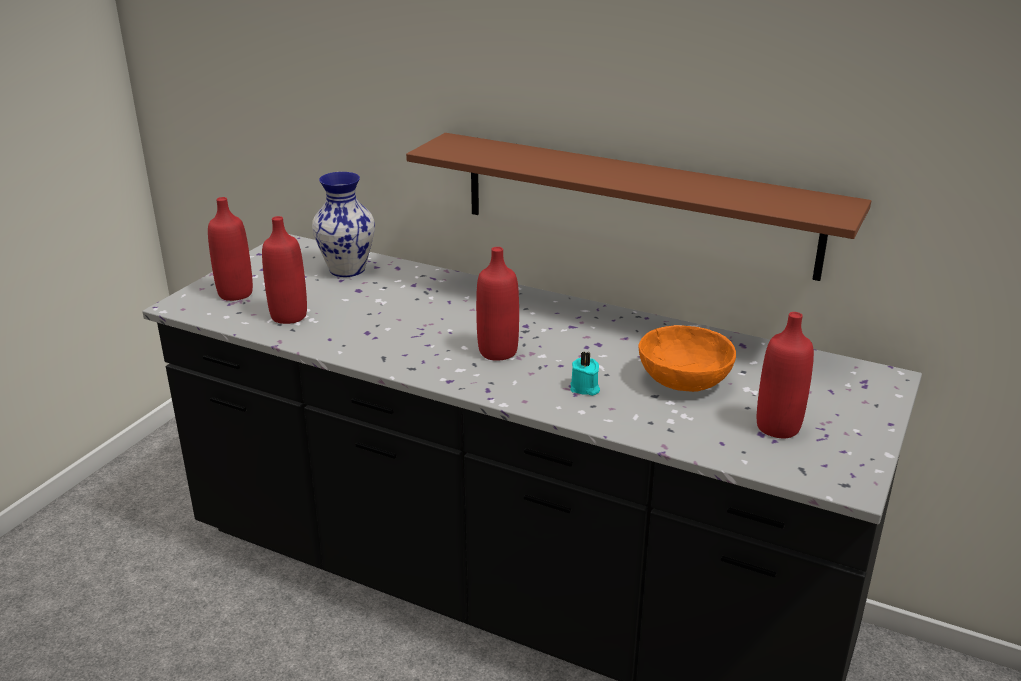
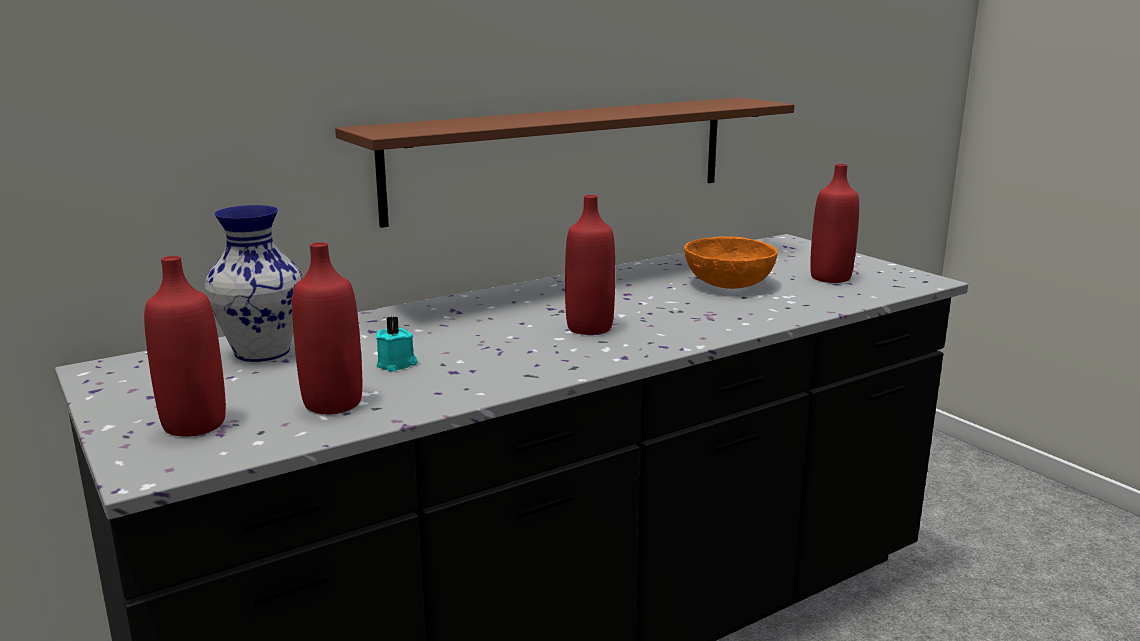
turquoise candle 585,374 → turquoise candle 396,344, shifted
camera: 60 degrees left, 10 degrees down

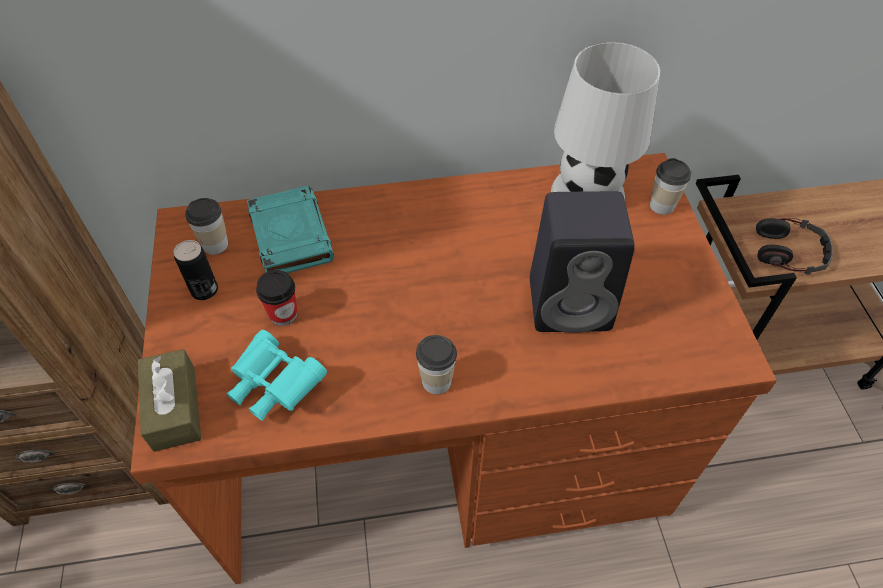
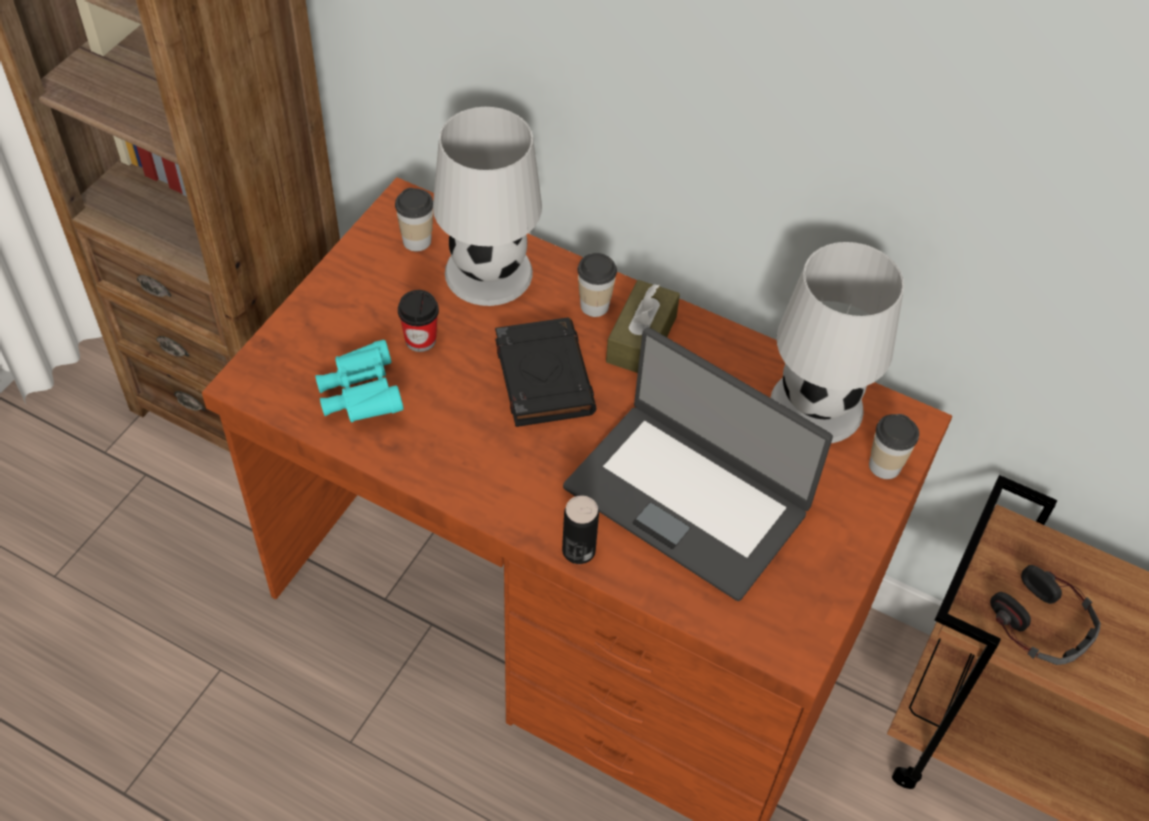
- → black book 546,372
brown tissue box 169,400 → brown tissue box 643,326, shifted
can 196,270 → can 580,530, shifted
cup 436,364 → cup 597,285, shifted
turquoise book 290,229 → white table lamp 487,206
black speaker 582,262 → laptop 698,464
camera: 35 degrees right, 0 degrees up

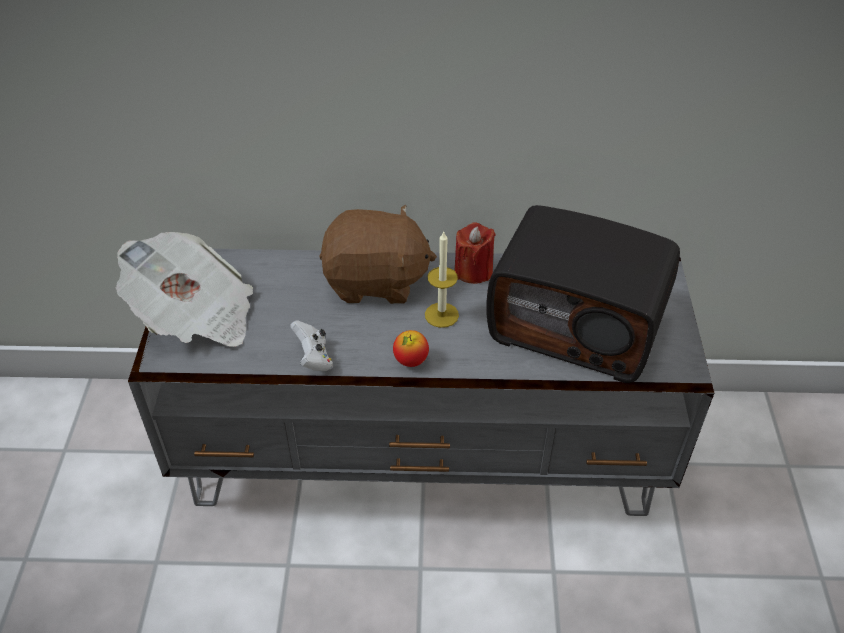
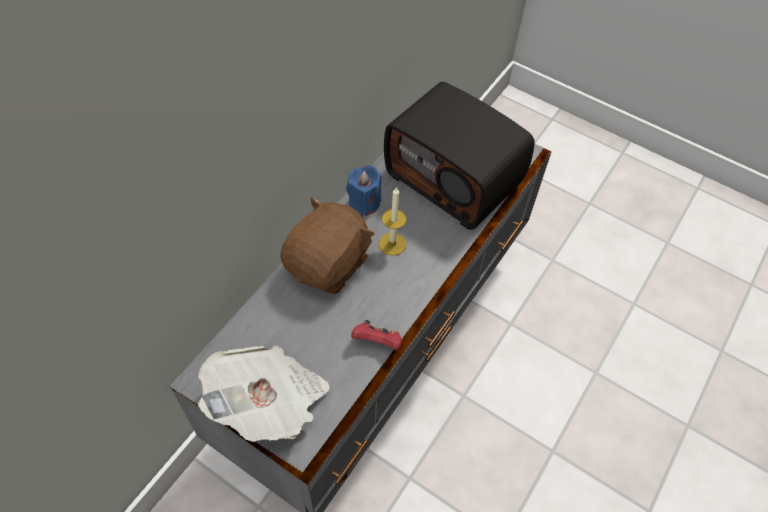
apple 411,348 → -
white game controller 311,345 → red game controller 376,335
red candle 475,253 → blue candle 363,190
radio 583,294 → radio 459,156, 75 degrees clockwise
camera: 60 degrees left, 10 degrees up

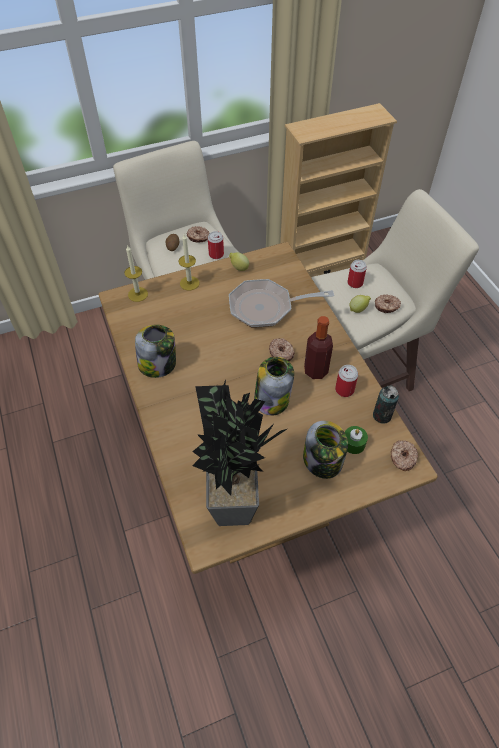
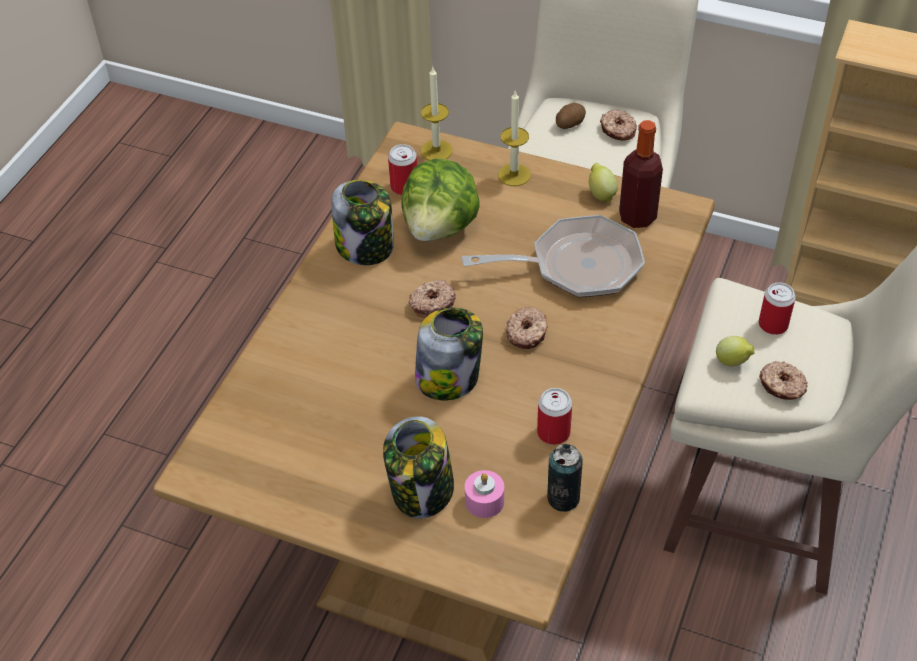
potted plant 239,453 → -
- → lettuce 441,200
can 216,245 → can 402,169, shifted
bottle 318,347 → bottle 641,174, shifted
donut 405,455 → donut 432,299, shifted
green candle 356,440 → pink candle 484,494
frying pan 281,303 → frying pan 553,256, 135 degrees clockwise
camera: 45 degrees right, 5 degrees down

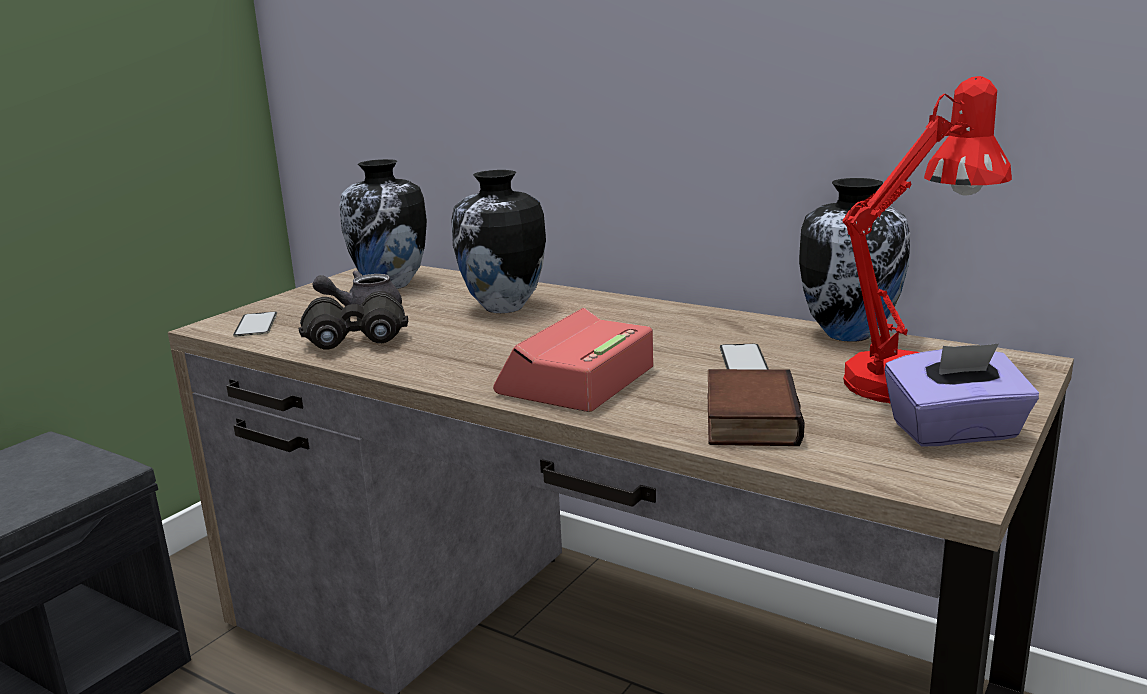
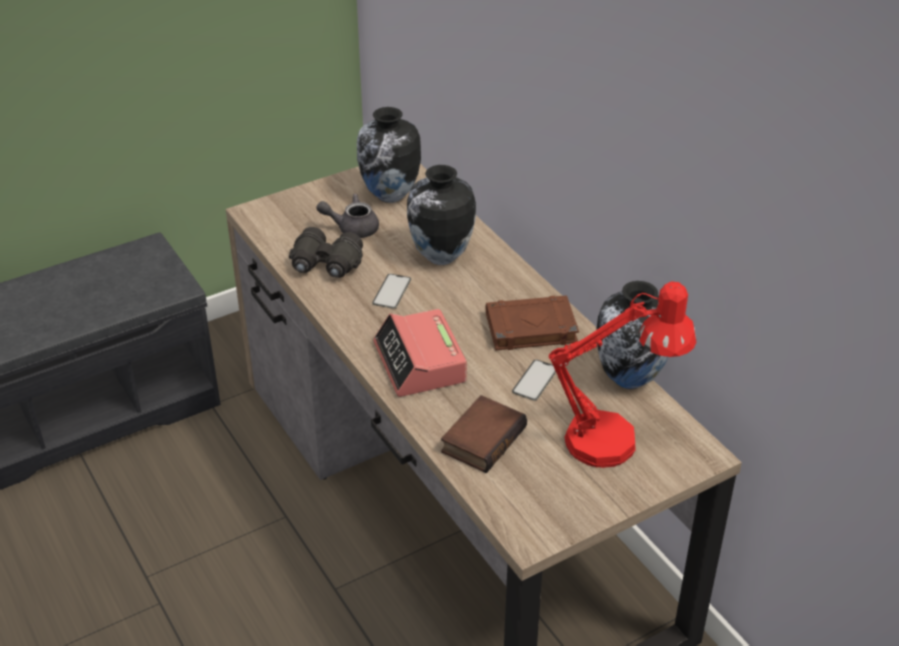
purple tissue box 961,395 → -
- → brown book 532,323
phone 255,324 → phone 391,291, shifted
alarm clock 573,360 → alarm clock 420,353, 75 degrees counterclockwise
camera: 25 degrees right, 20 degrees up

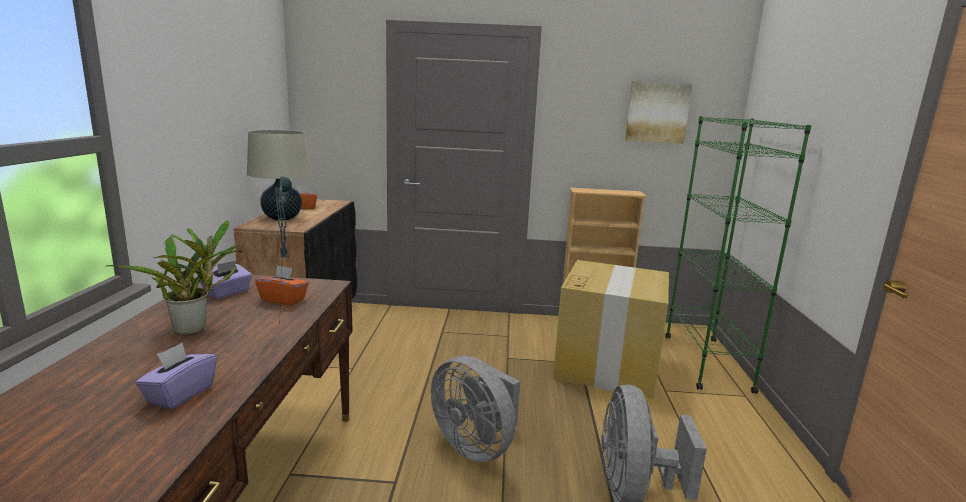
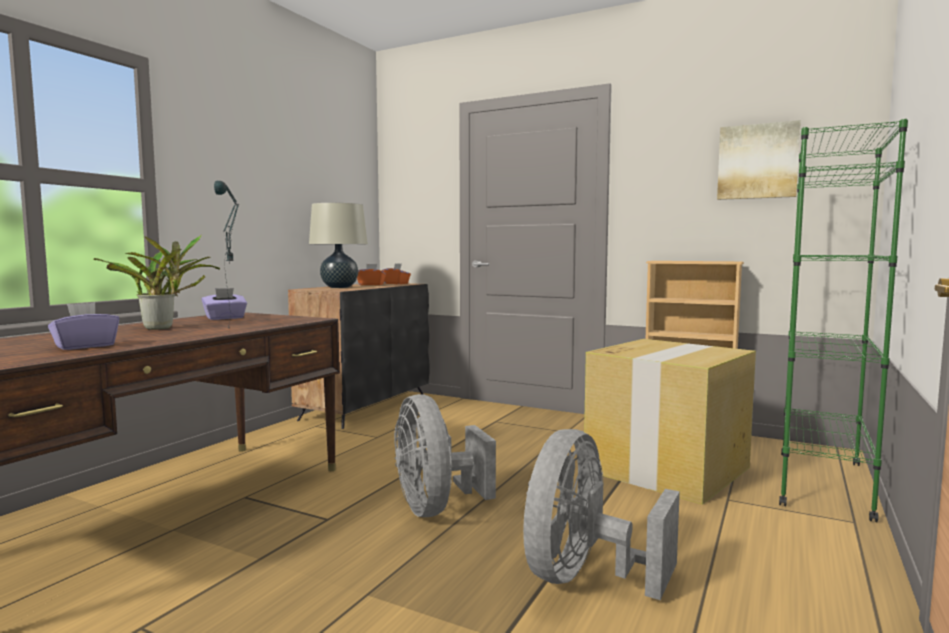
orange tissue box 282,285 → orange tissue box 396,273, shifted
camera: 25 degrees right, 10 degrees down

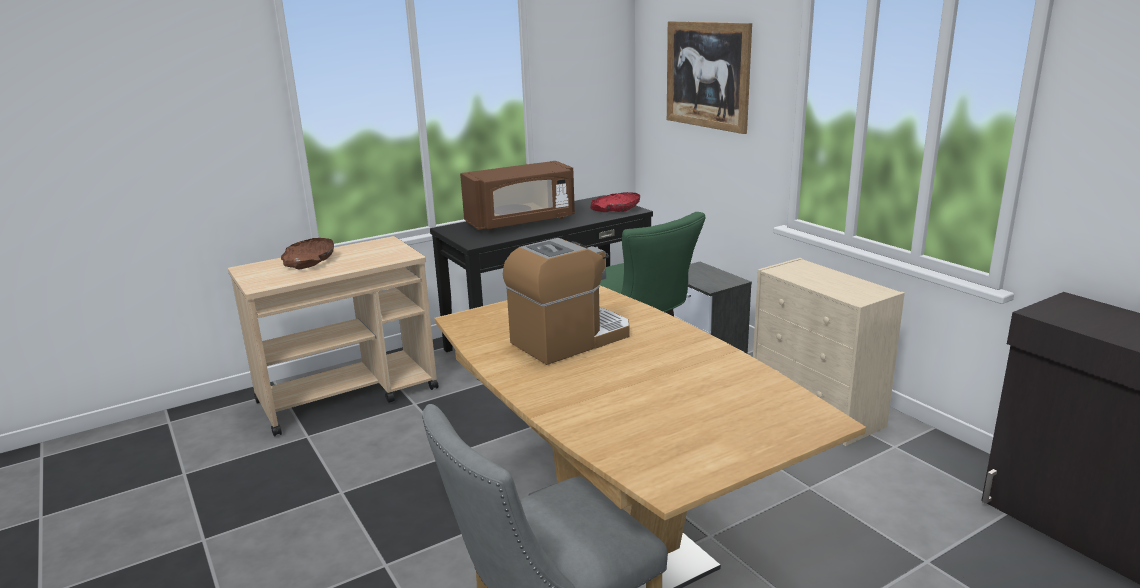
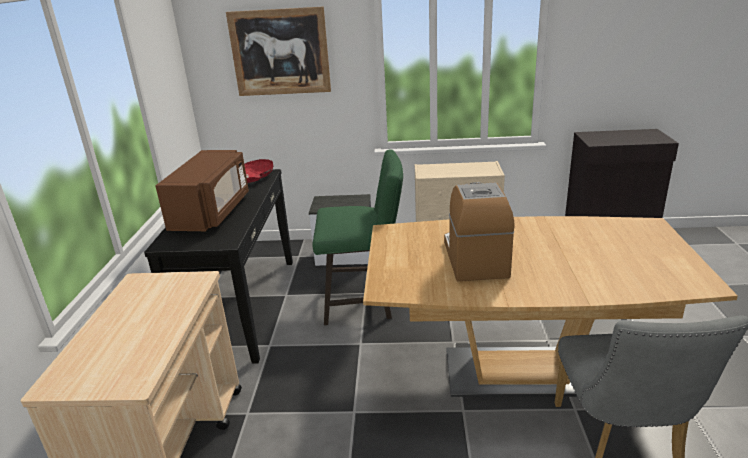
brown bowl 307,253 → -
camera: 55 degrees left, 5 degrees up

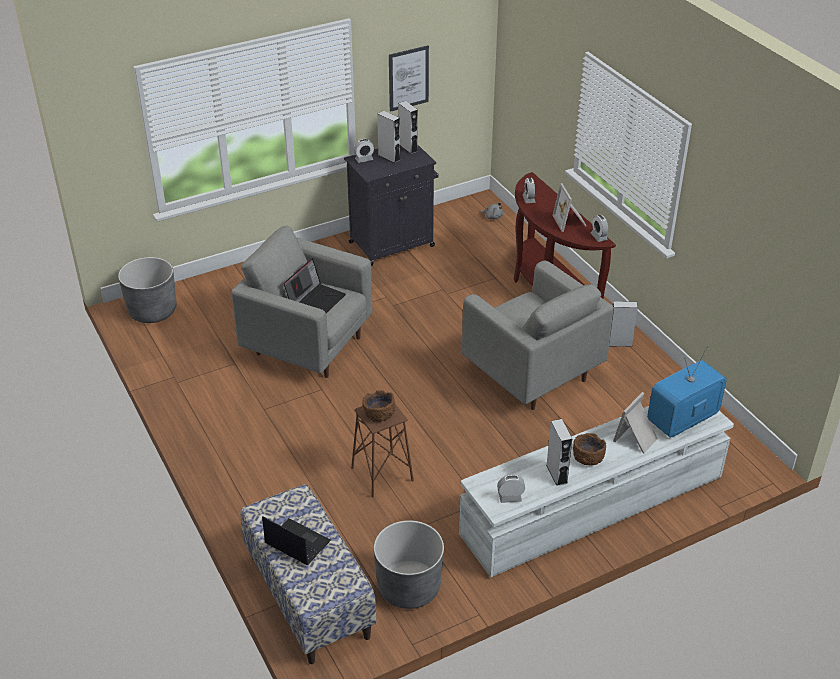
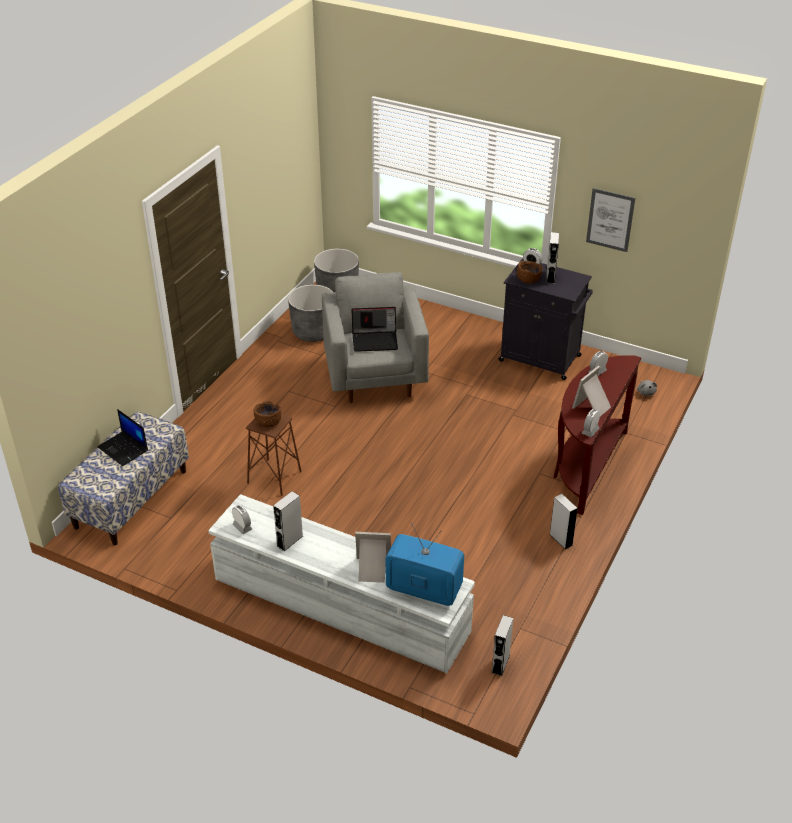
grey armchair 537,335 → -
grey planter 409,564 → grey planter 310,313, shifted
grey speaker 408,127 → grey speaker 502,645, shifted
brown bowl 589,449 → brown bowl 529,272, shifted
laptop 296,540 → laptop 122,437, 135 degrees clockwise
camera: 55 degrees right, 0 degrees up

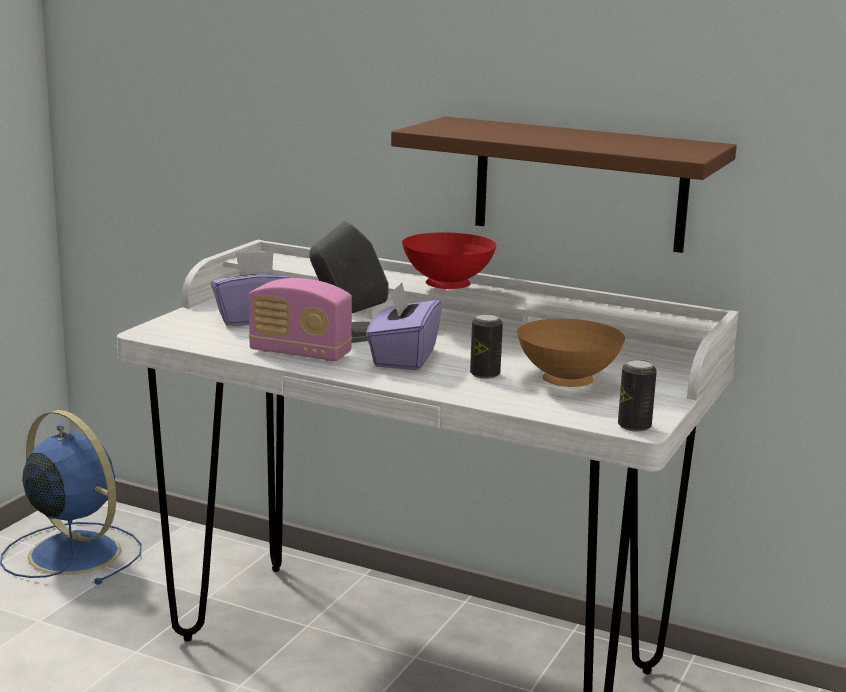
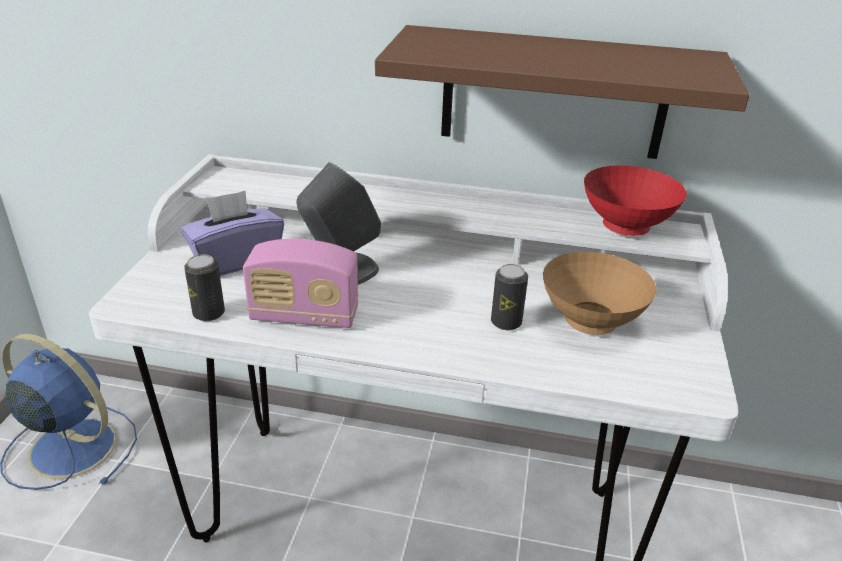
purple tissue box 404,326 → -
red bowl 449,261 → red bowl 635,200, shifted
can 637,395 → can 204,287, shifted
camera: 15 degrees left, 15 degrees up

